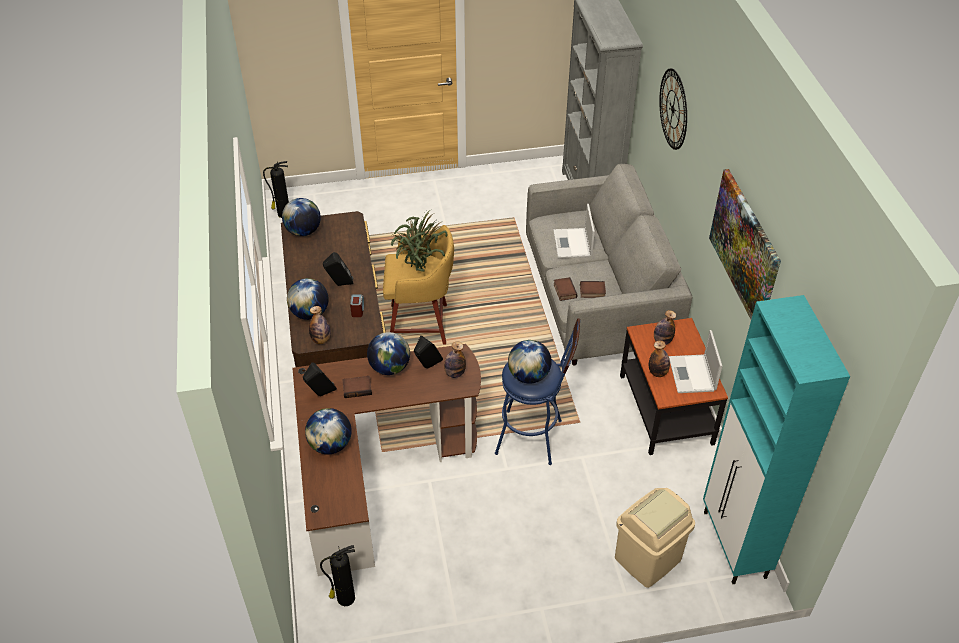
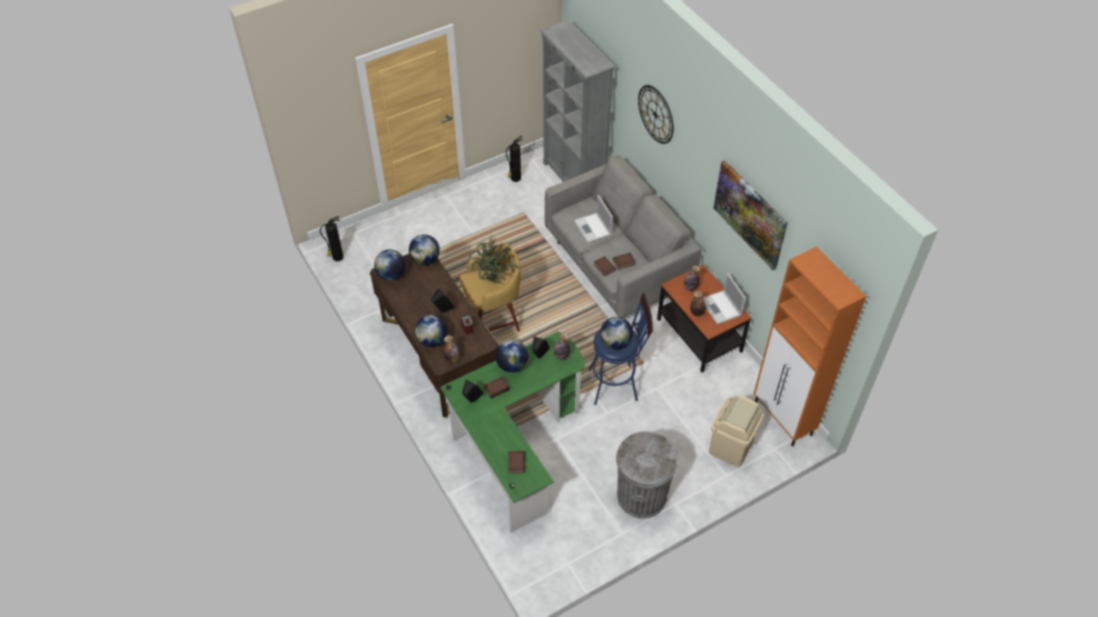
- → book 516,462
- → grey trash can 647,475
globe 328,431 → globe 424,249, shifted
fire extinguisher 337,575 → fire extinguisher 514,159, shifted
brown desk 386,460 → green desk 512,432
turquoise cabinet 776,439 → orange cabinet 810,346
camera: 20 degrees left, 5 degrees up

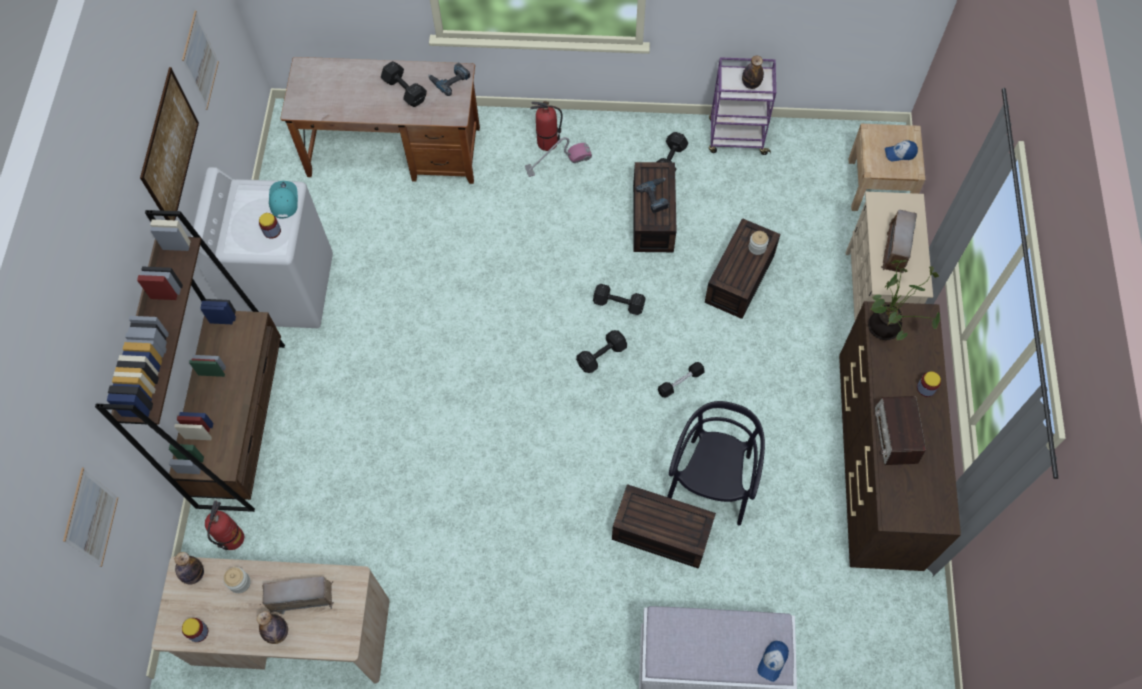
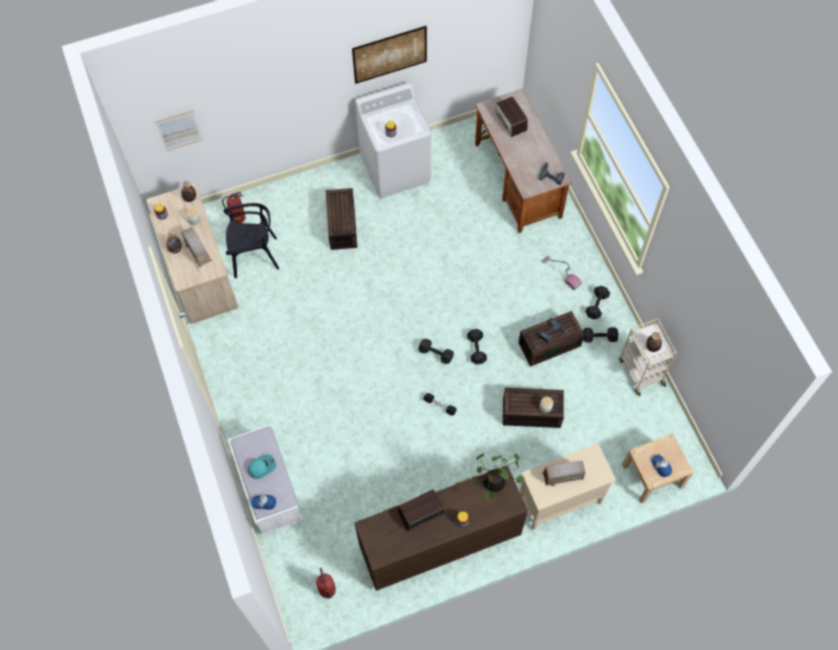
brown bookcase 190,361 → -
picture 200,60 → -
- → radio 511,116
turquoise cap 283,200 → turquoise cap 262,466, shifted
black dumbbell 404,84 → black dumbbell 597,302, shifted
fire extinguisher 546,126 → fire extinguisher 326,583, shifted
brown storage box 664,526 → brown storage box 341,219, shifted
black chair 716,463 → black chair 251,240, shifted
purple cart 742,106 → beige cart 648,357
camera: 65 degrees right, 0 degrees up

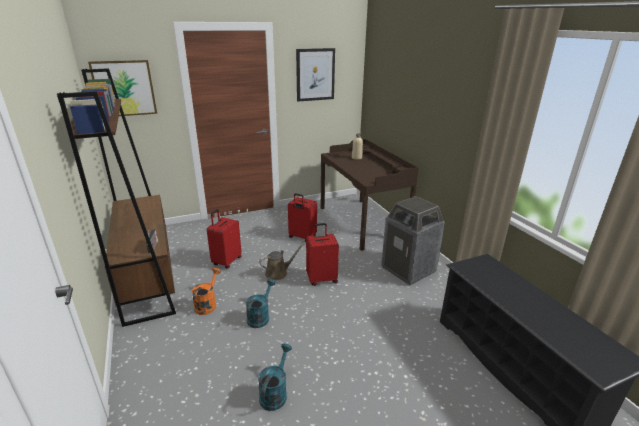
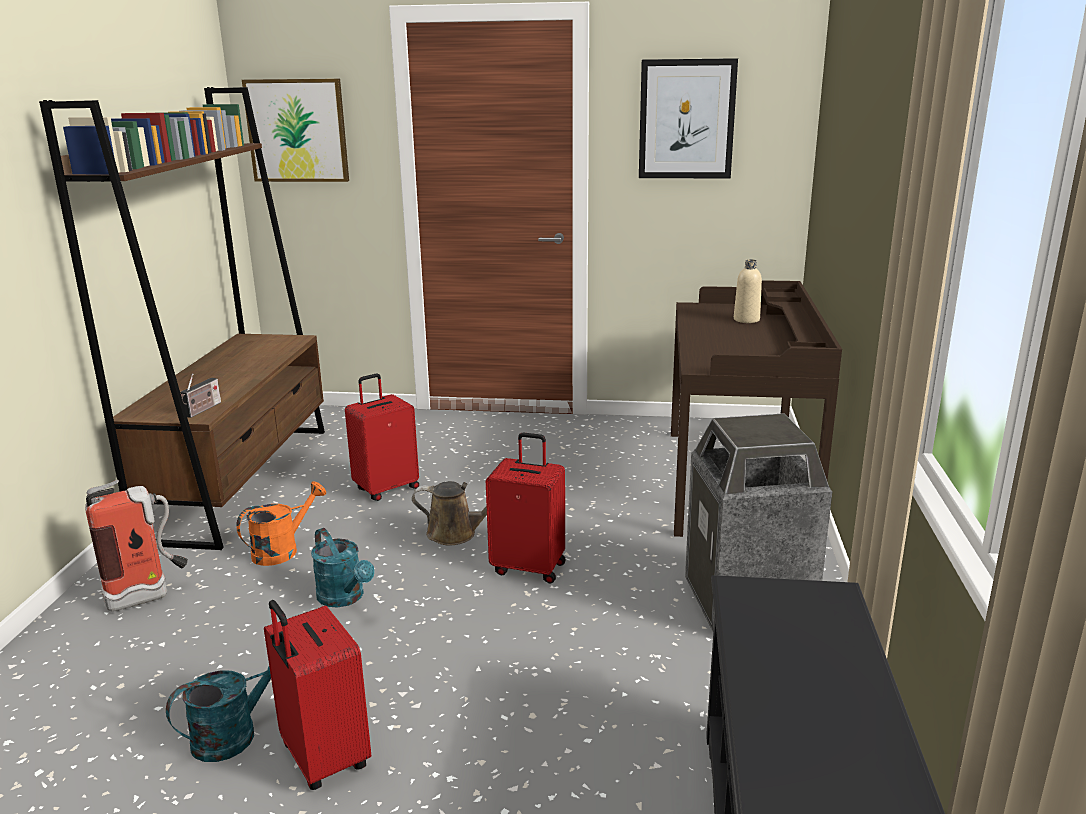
- → fire extinguisher 136,546
red suitcase 302,217 → red suitcase 317,695, shifted
turquoise watering can 261,303 → turquoise watering can 343,567, 90 degrees clockwise
camera: 30 degrees right, 5 degrees down

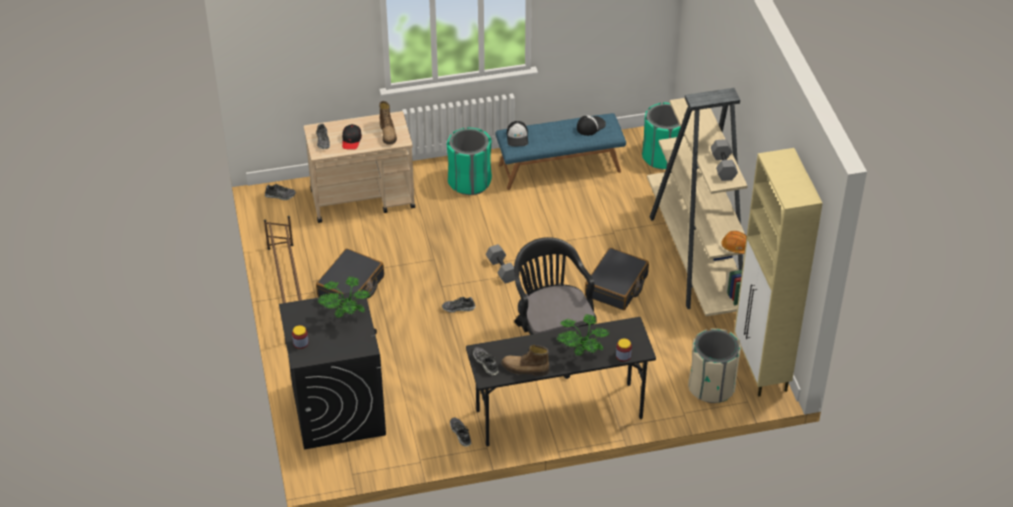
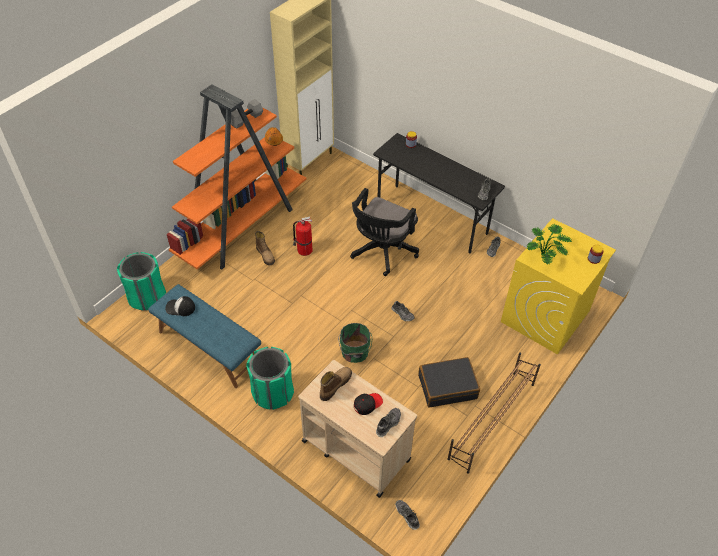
grey dumbbell 500,264 → -
cap 517,133 → -
potted plant 582,335 → -
beige trash can 714,365 → -
- → green bucket 355,343
boot 525,360 → boot 265,248, shifted
black suitcase 617,279 → fire extinguisher 302,236
black washing machine 332,370 → yellow washing machine 558,286
beige bookcase 697,202 → orange bookcase 236,177
camera: 130 degrees left, 5 degrees up

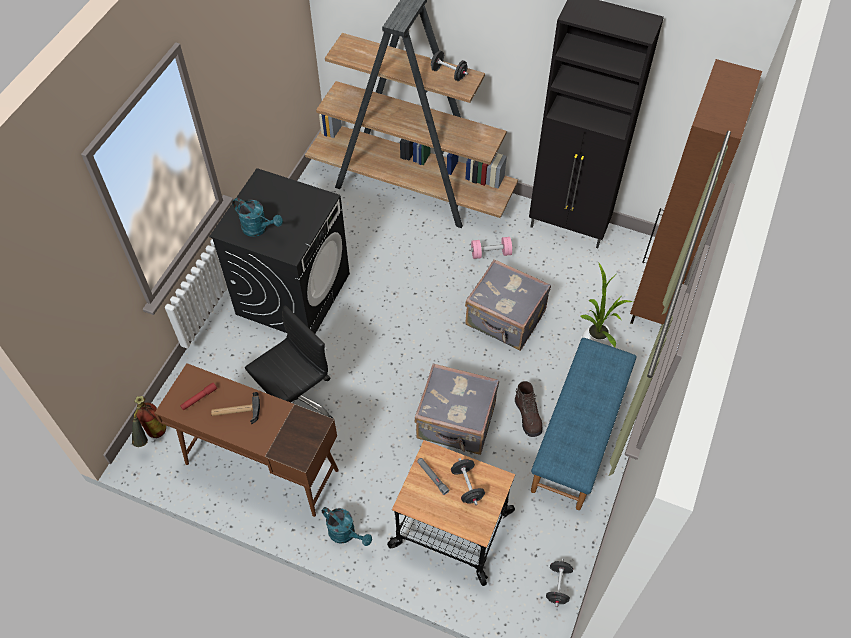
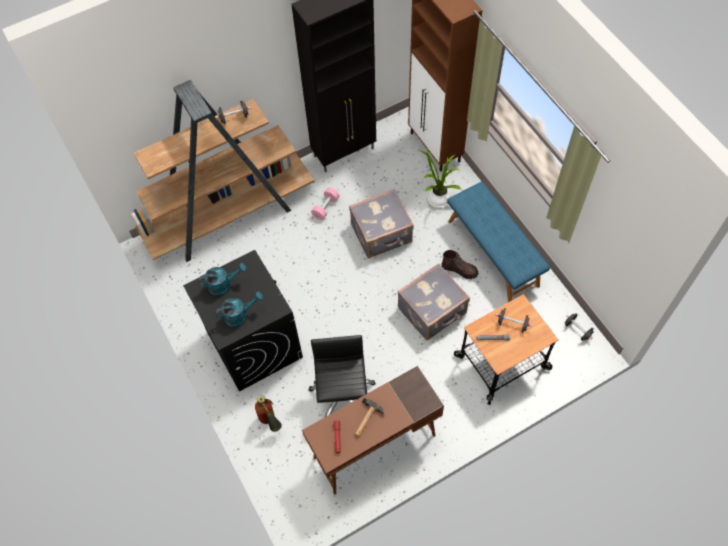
fire extinguisher 149,421 → fire extinguisher 268,413, shifted
turquoise watering can 346,526 → turquoise watering can 223,279, shifted
camera: 50 degrees left, 5 degrees up

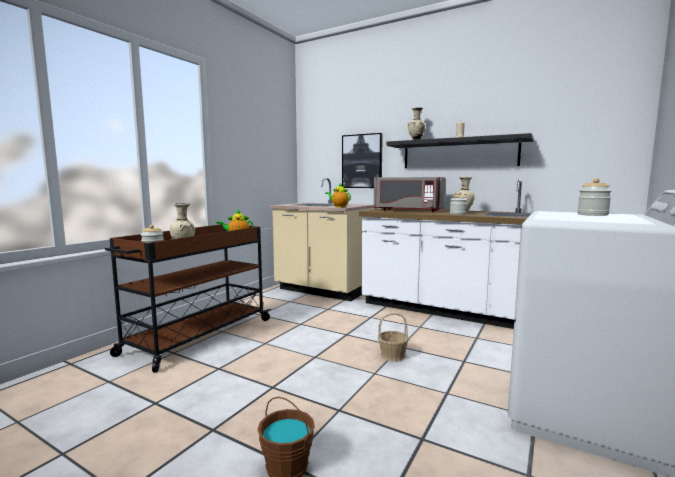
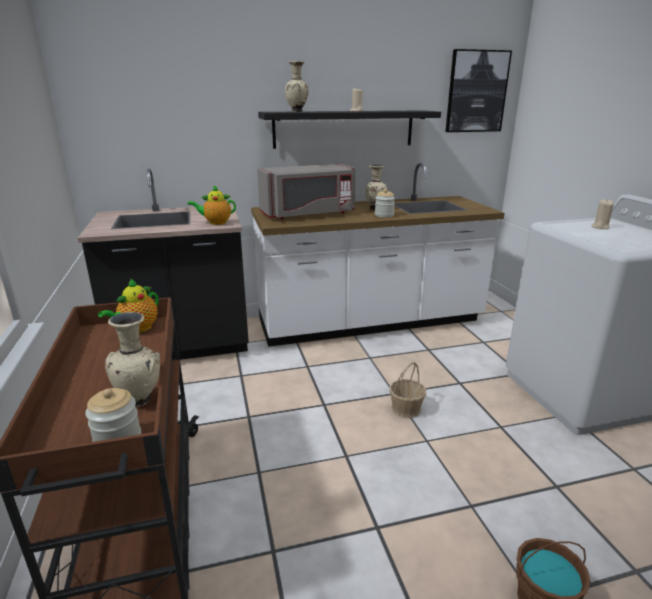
picture 362,160 → picture 479,90, shifted
jar 594,197 → beige candle 603,214
beige counter 321,239 → black counter 163,264
camera: 45 degrees left, 15 degrees up

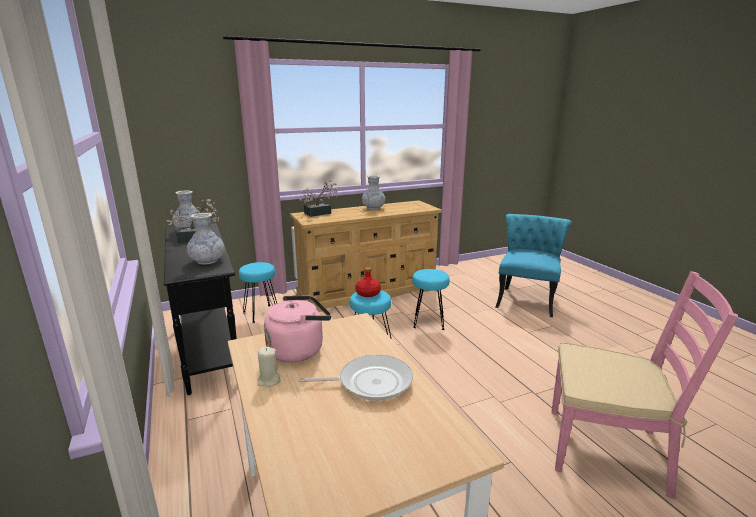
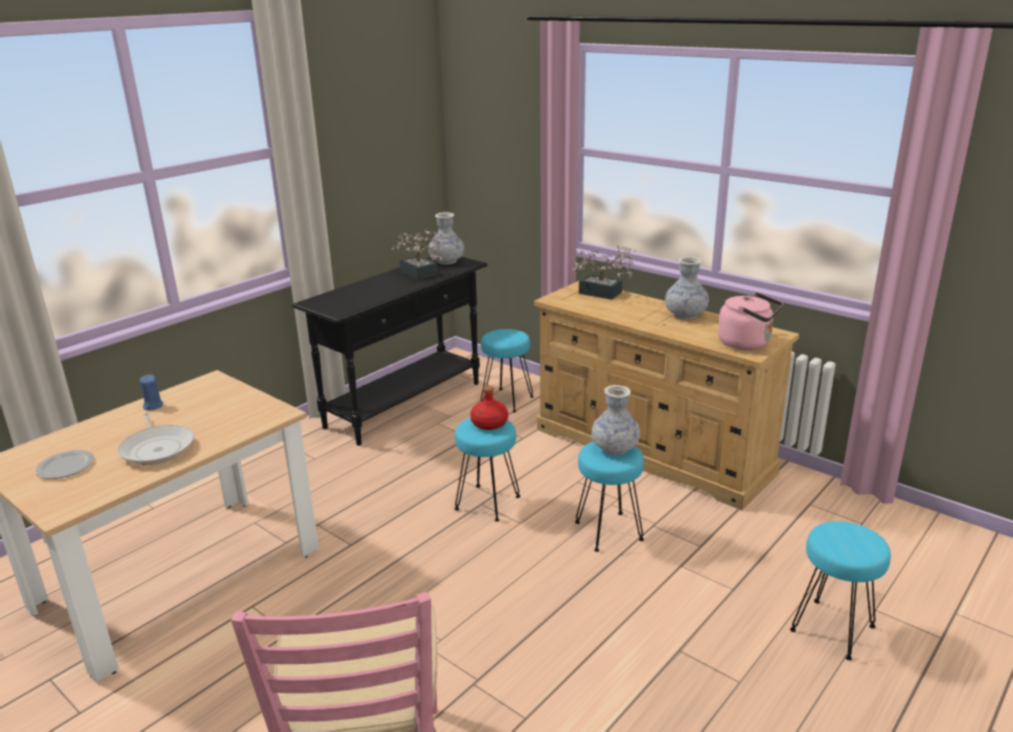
- → plate 64,464
vase 206,238 → vase 616,420, shifted
pink kettle 297,329 → pink kettle 750,321, shifted
turquoise chair 533,265 → turquoise stool 840,590
beige candle 269,367 → blue candle 151,392
camera: 65 degrees right, 5 degrees up

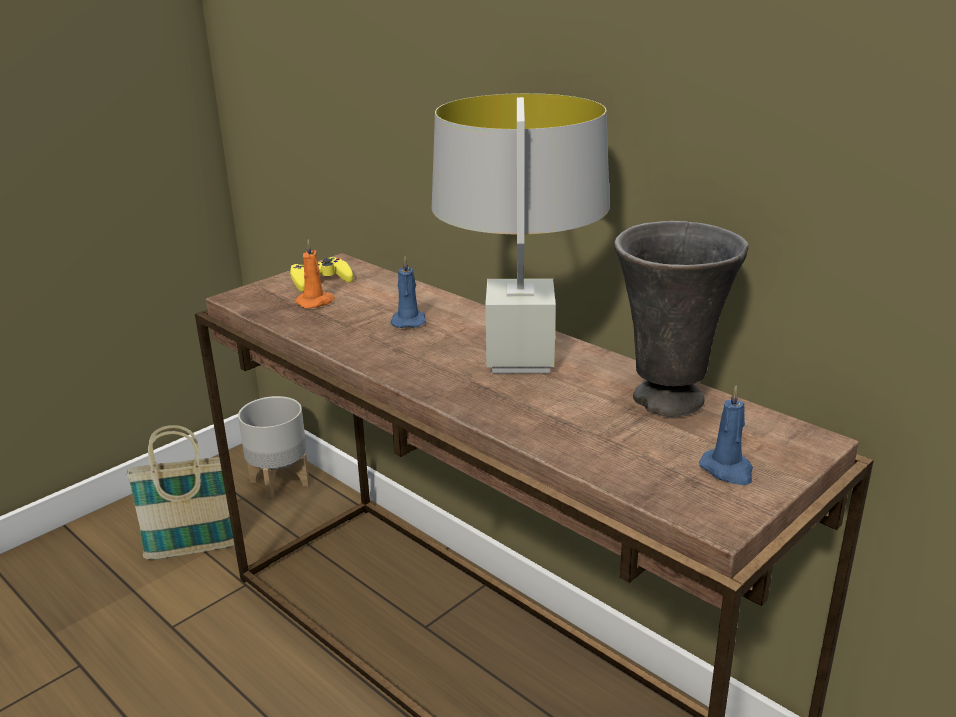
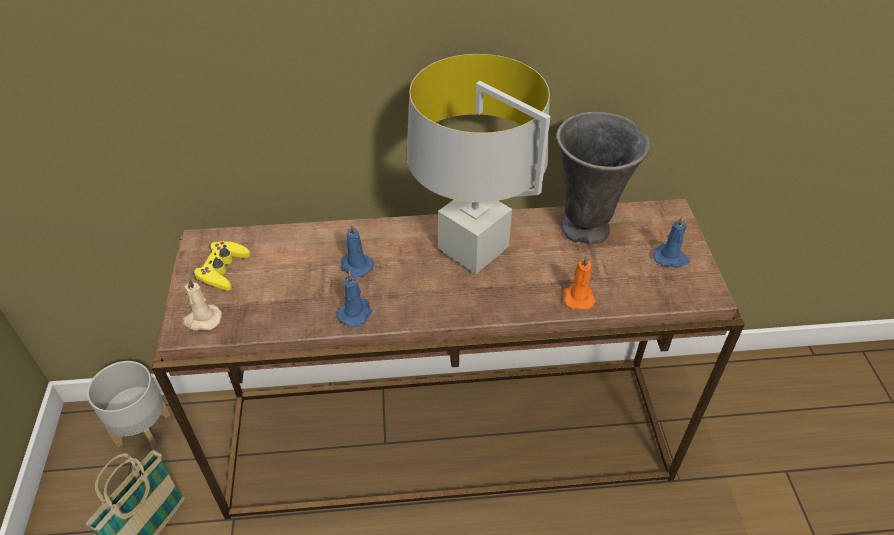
- → beige candle 202,304
- → blue candle 354,299
orange candle 315,274 → orange candle 580,282, shifted
camera: 50 degrees left, 20 degrees up

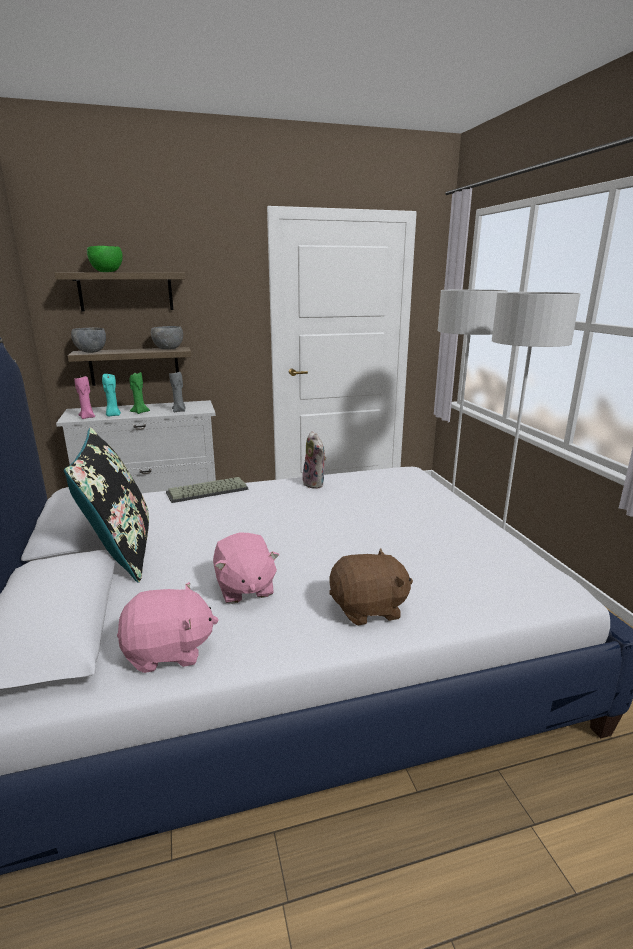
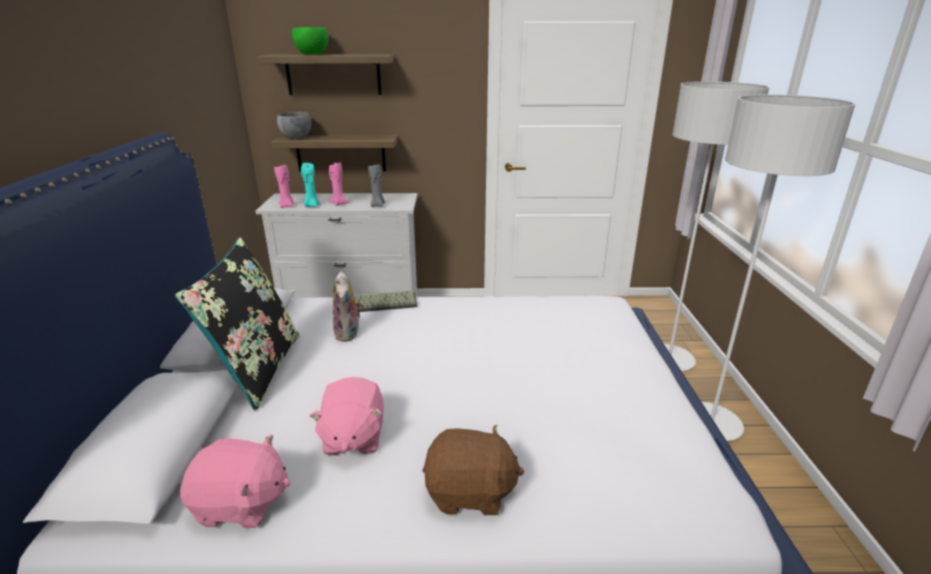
grey bowl 167,337 → -
plush toy 314,460 → plush toy 347,307, shifted
green candle 140,393 → pink candle 339,184
camera: 15 degrees right, 5 degrees up

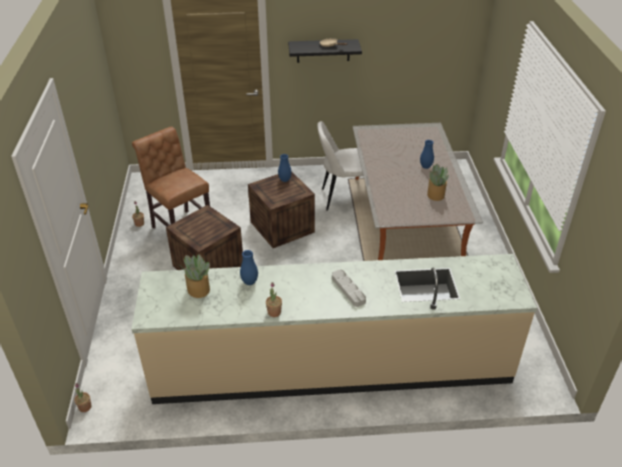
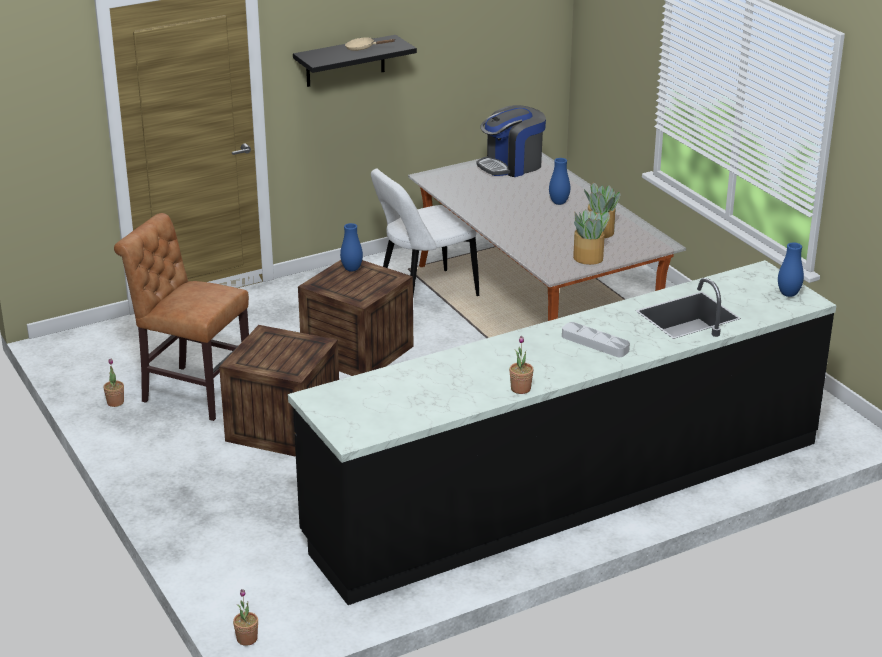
- → coffee machine 511,141
potted plant 195,276 → potted plant 591,237, shifted
blue vase 249,267 → blue vase 791,270, shifted
beige counter 334,329 → black counter 562,432
camera: 25 degrees left, 10 degrees down

